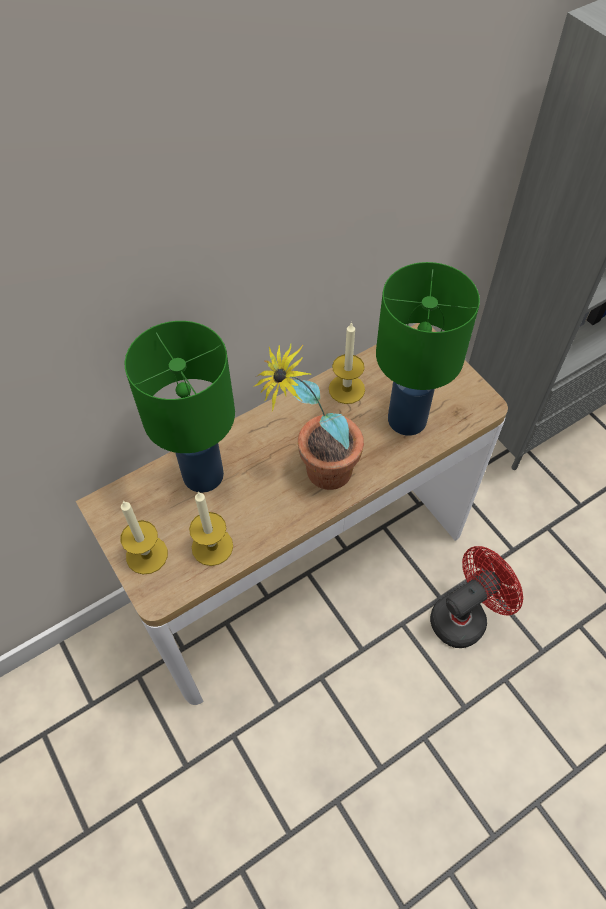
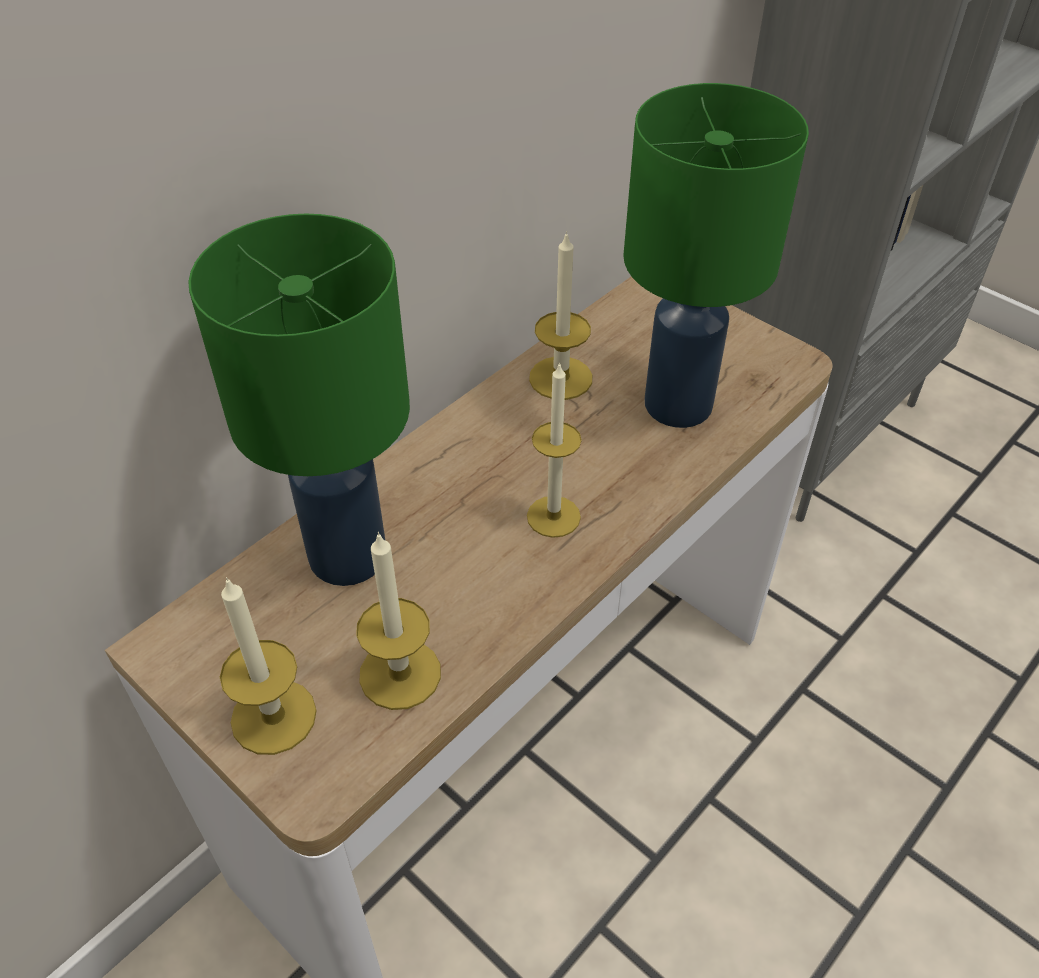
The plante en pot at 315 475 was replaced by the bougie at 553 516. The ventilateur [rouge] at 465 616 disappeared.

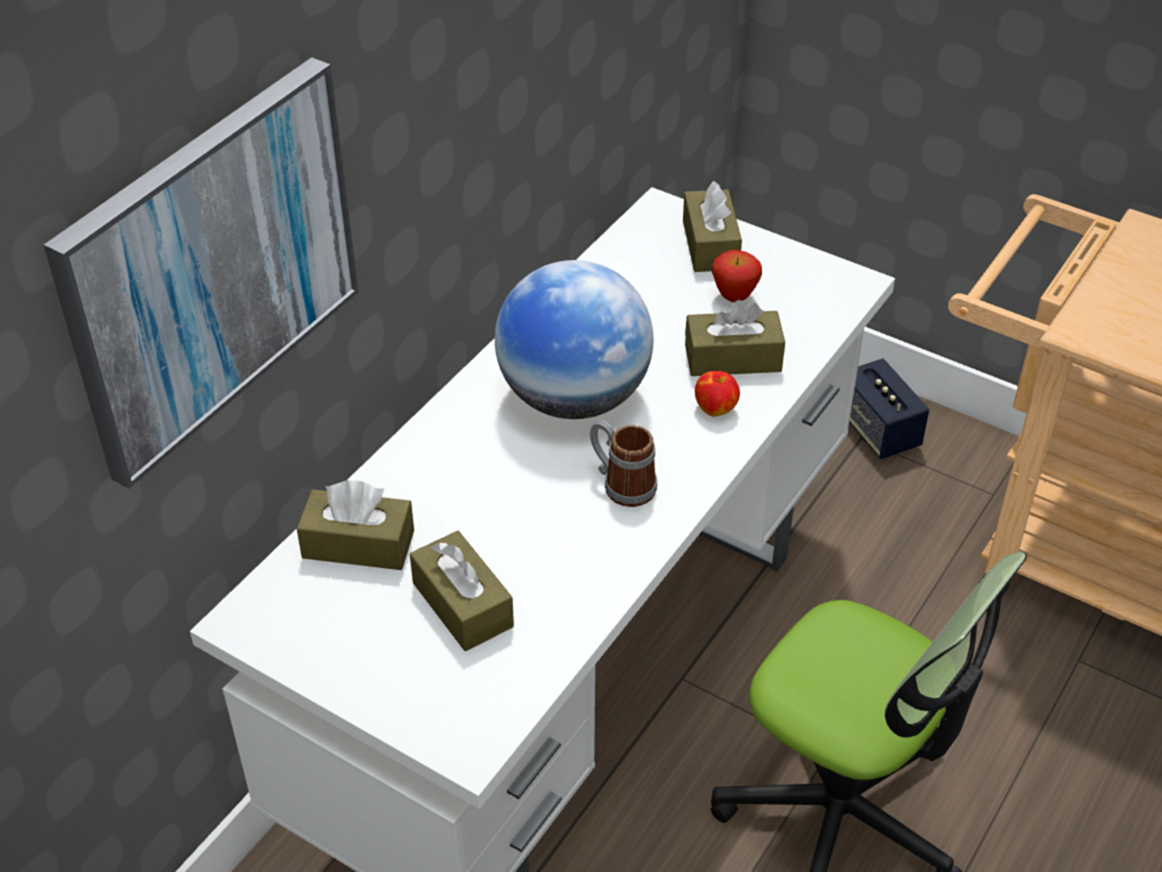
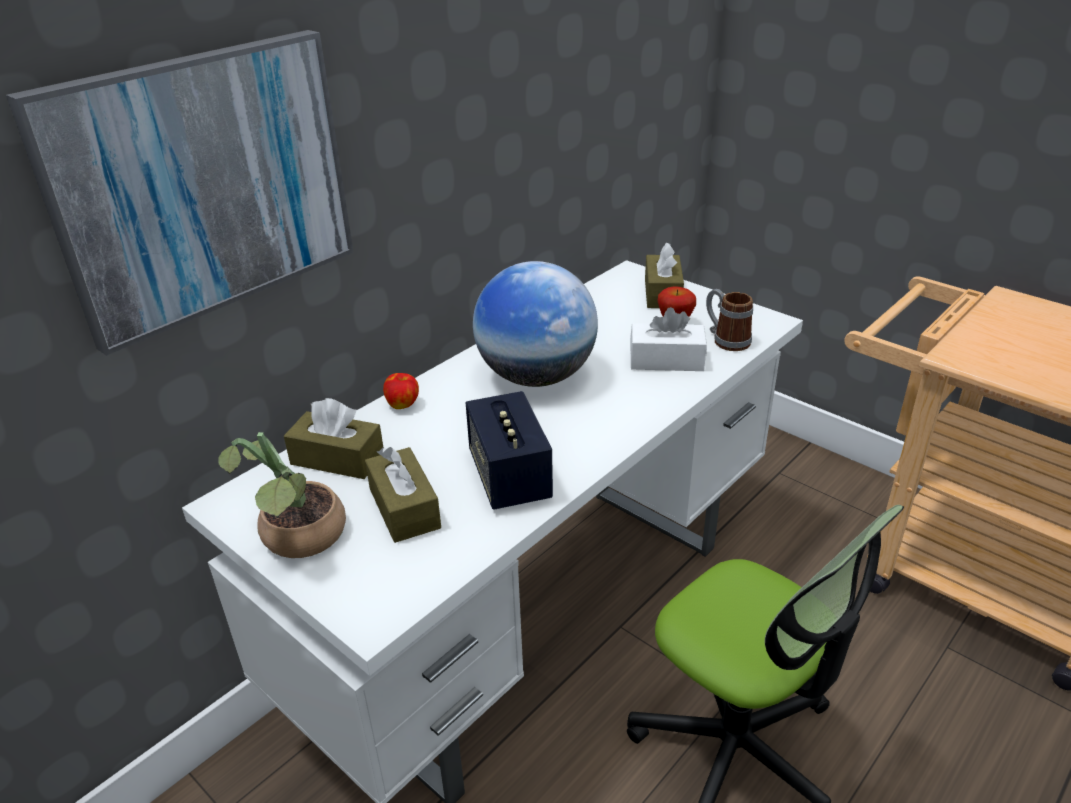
The plante en pot at 299 541 appeared. The pomme moved from 716 408 to 403 404. The enceinte moved from 878 430 to 509 477. The boîte à mouchoirs [marron] at 733 358 became the boîte à mouchoirs [blanc] at 666 360. The mug moved from 621 484 to 725 339.

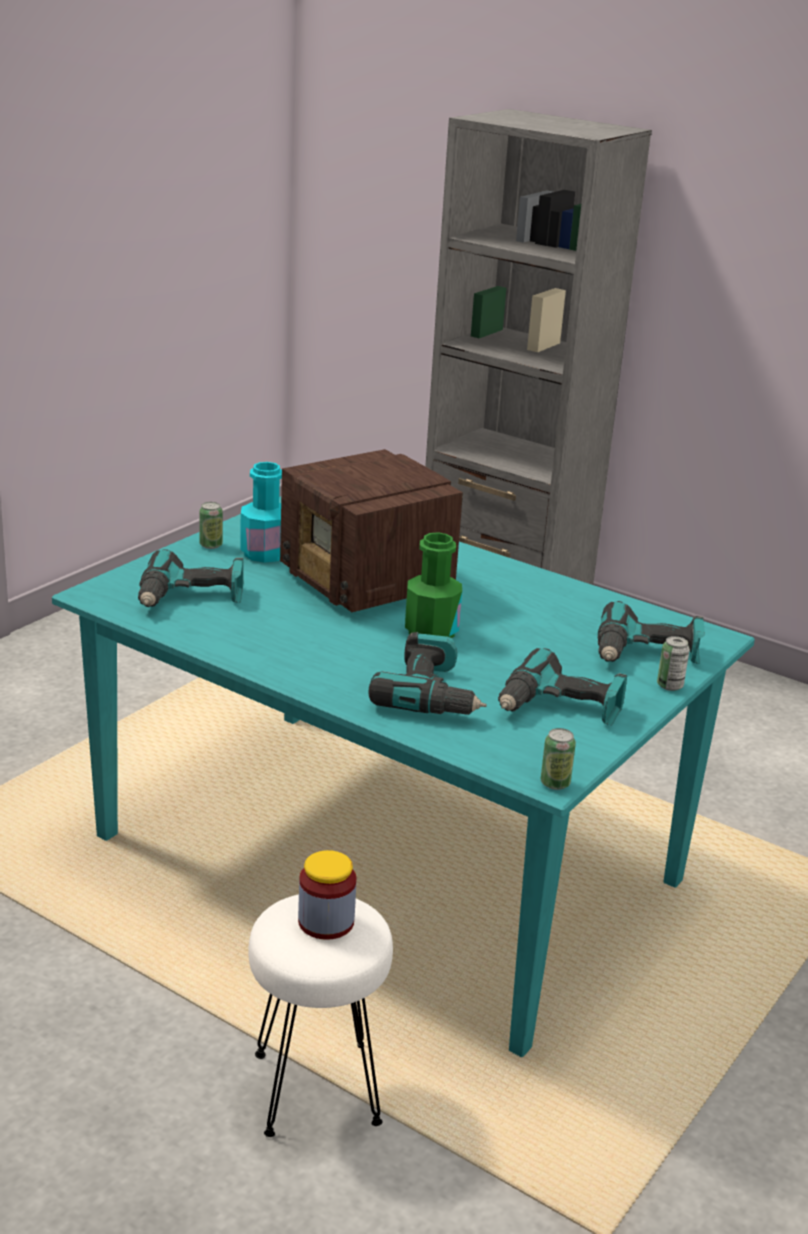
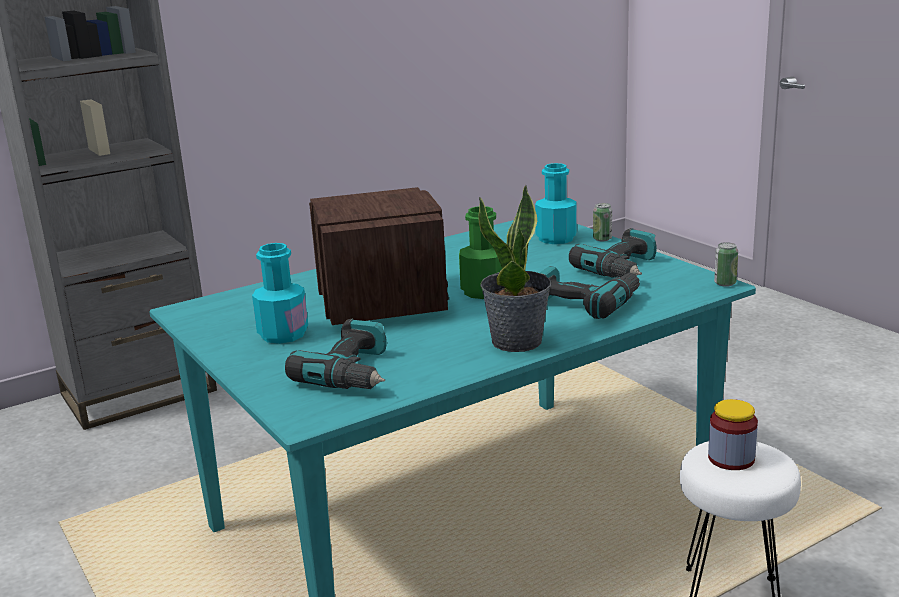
The radio at 367 584 turned 90 degrees counterclockwise. The plante en pot at 517 342 appeared. The perceuse at 647 654 was replaced by the bouteille [turquoise] at 556 238. The boîte métallique at 211 545 disappeared.

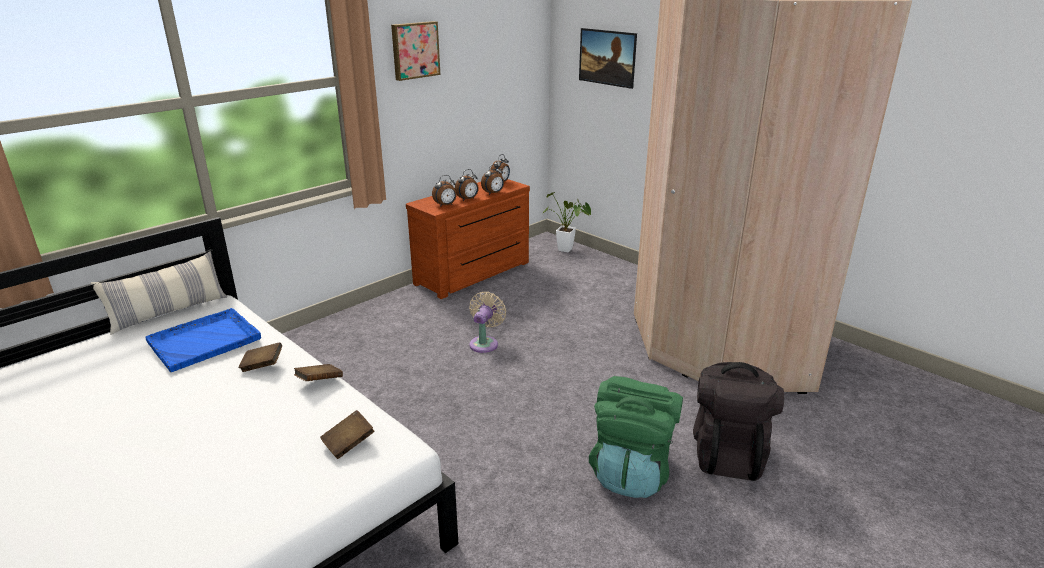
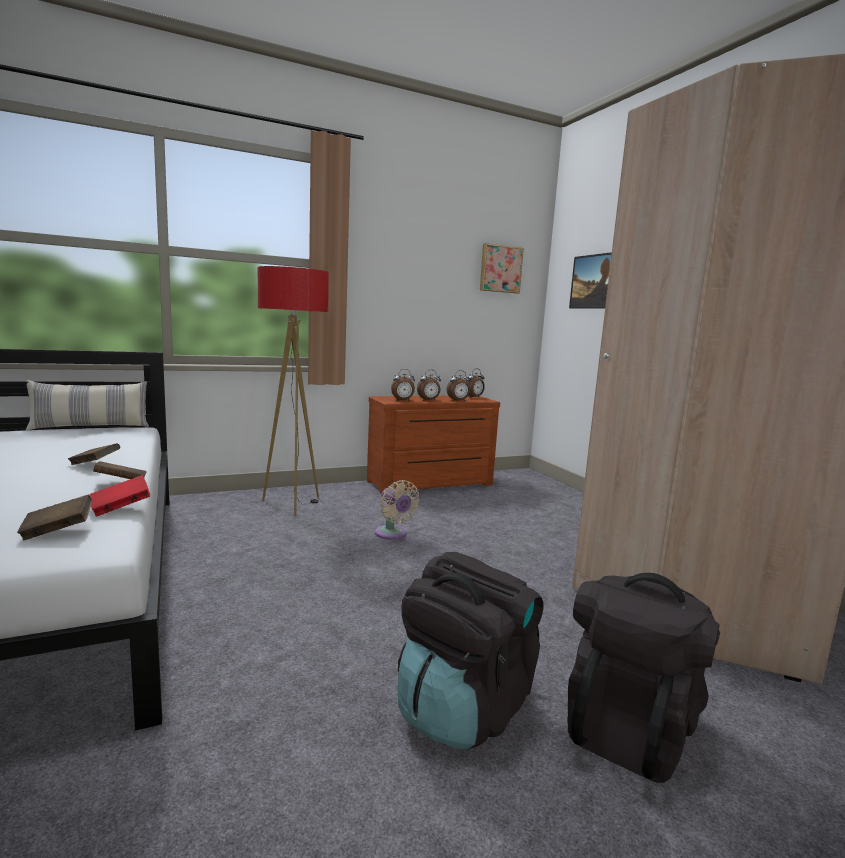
The livre [rouge] at 120 508 appeared. The lampadaire at 292 504 appeared. The ventilateur [beige] at 485 343 turned 105 degrees clockwise. The sac à dos [vert] at 631 471 became the sac à dos [noir] at 463 707. The tableau moved from 414 50 to 500 269. The plateau [bleu] at 205 340 disappeared. The plante en pot at 568 250 disappeared.

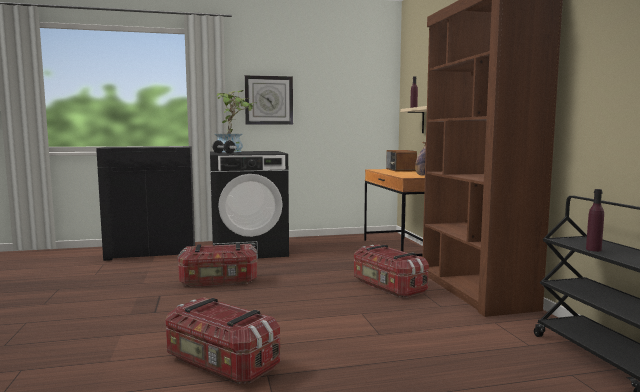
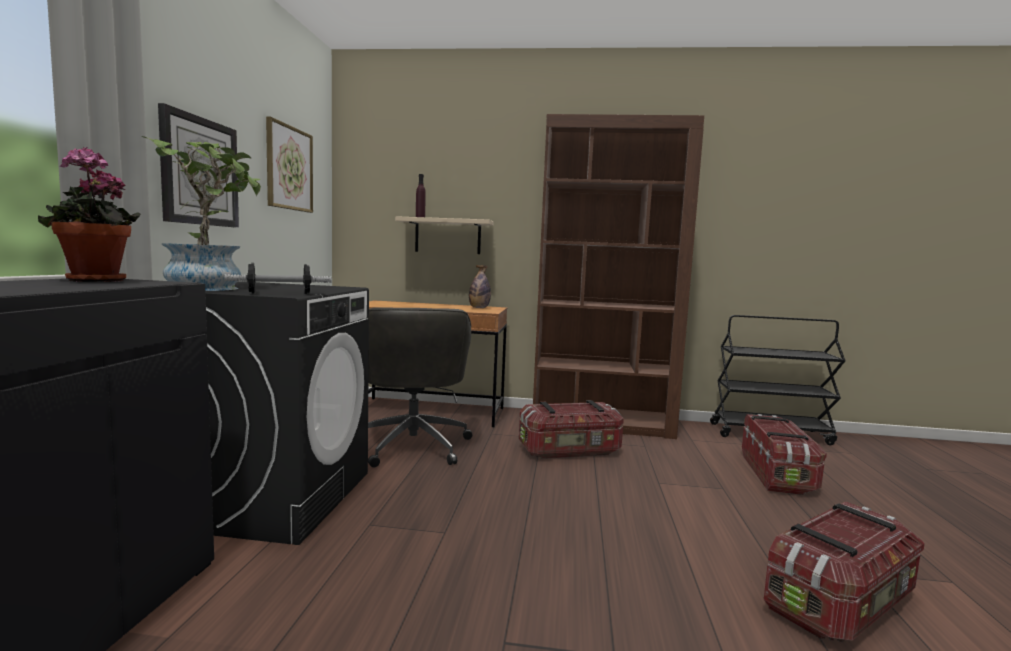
The plante en pot at 95 281 appeared. The tableau at 289 168 appeared. The chaise de bureau [gris] at 413 444 appeared. The boîte de rangement moved from 219 281 to 777 474. The radio at 400 170 disappeared. The bouteille [violet] at 593 249 disappeared.

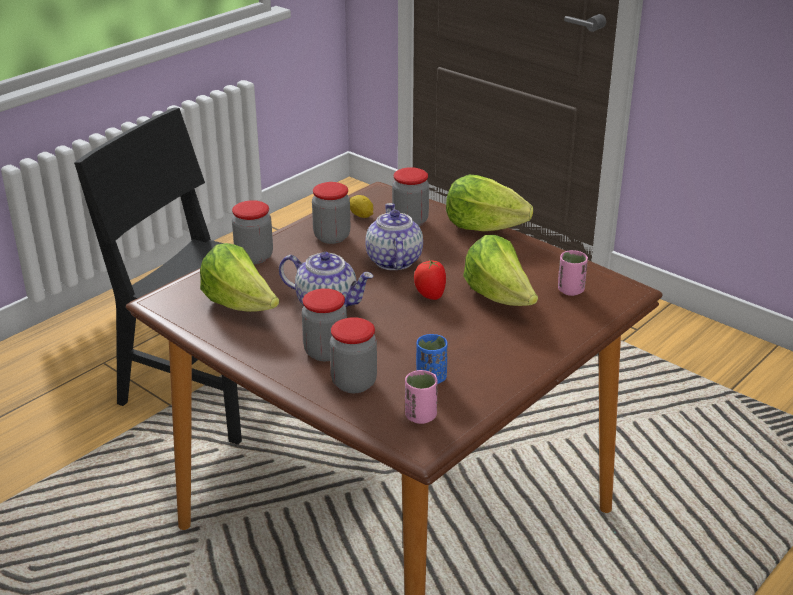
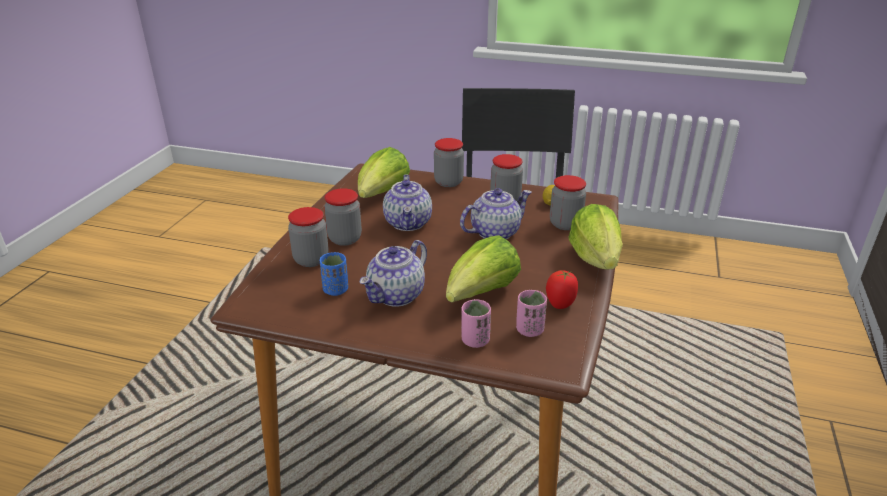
The théière at 396 296 appeared. The tasse [rose] moved from 420 416 to 475 340. The tomate moved from 429 296 to 560 304.

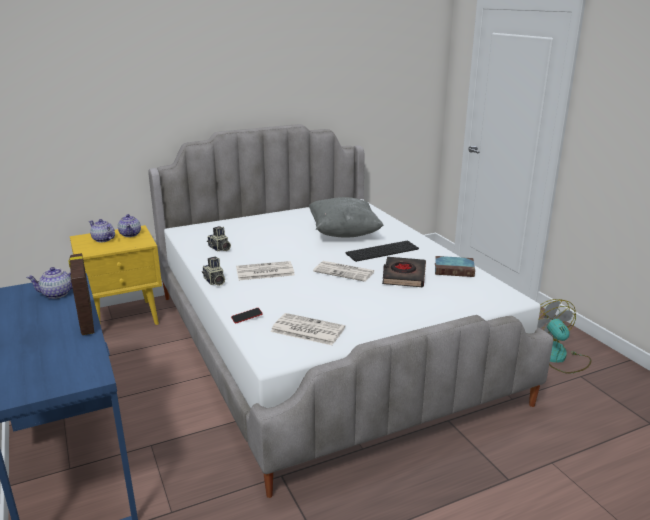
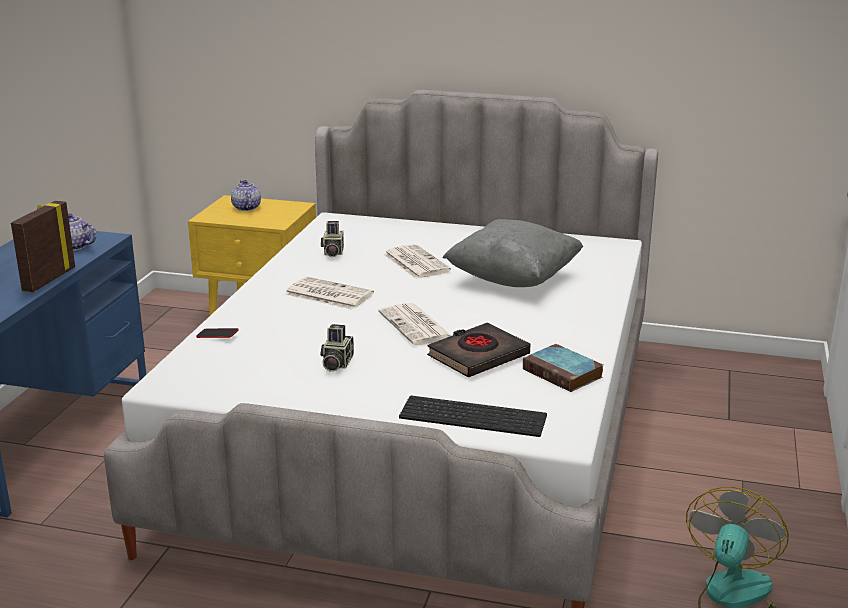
The appareil photo moved from 214 281 to 336 363. The journal moved from 306 330 to 415 262. The clavier moved from 382 250 to 475 415. The théière at 130 234 disappeared.

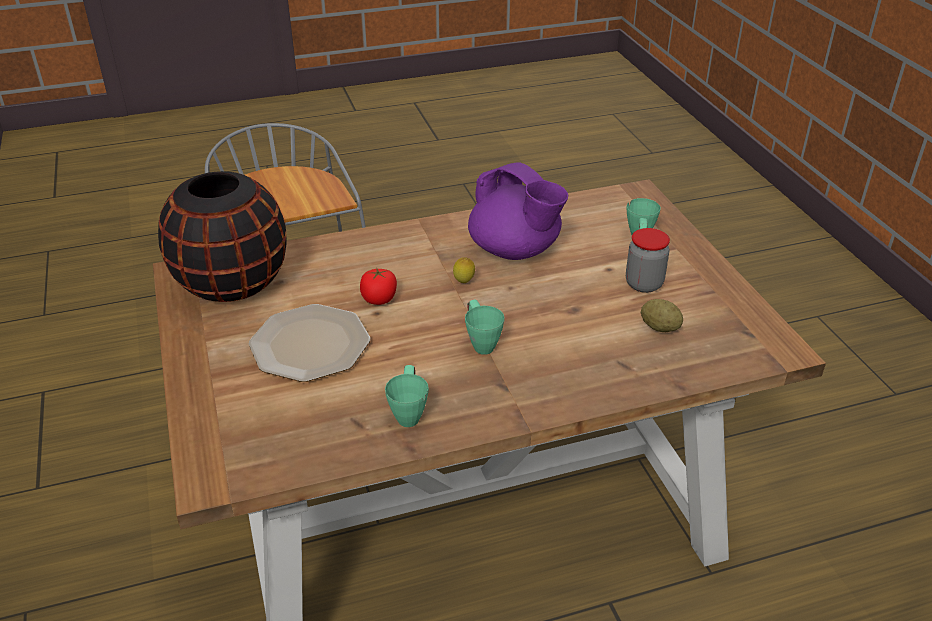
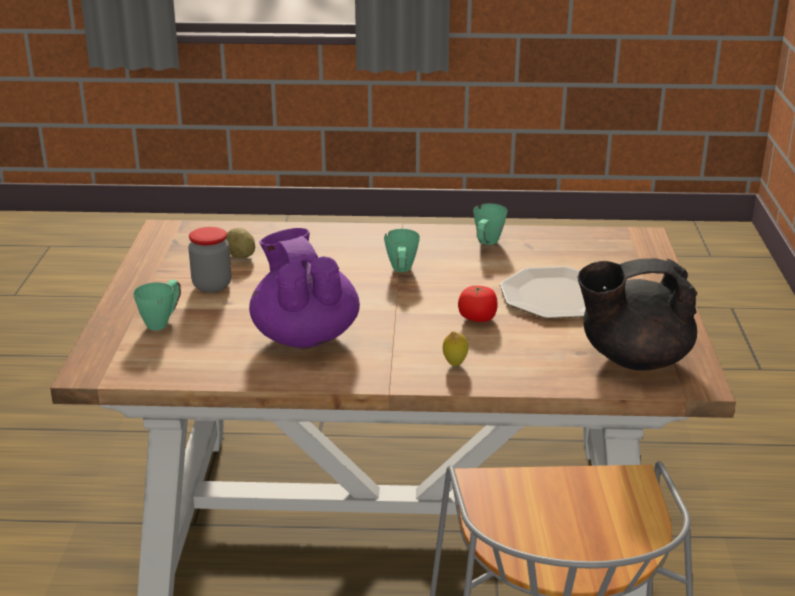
The citron moved from 464 282 to 455 363. The vase [noir] at 232 284 was replaced by the théière [noir] at 633 359.

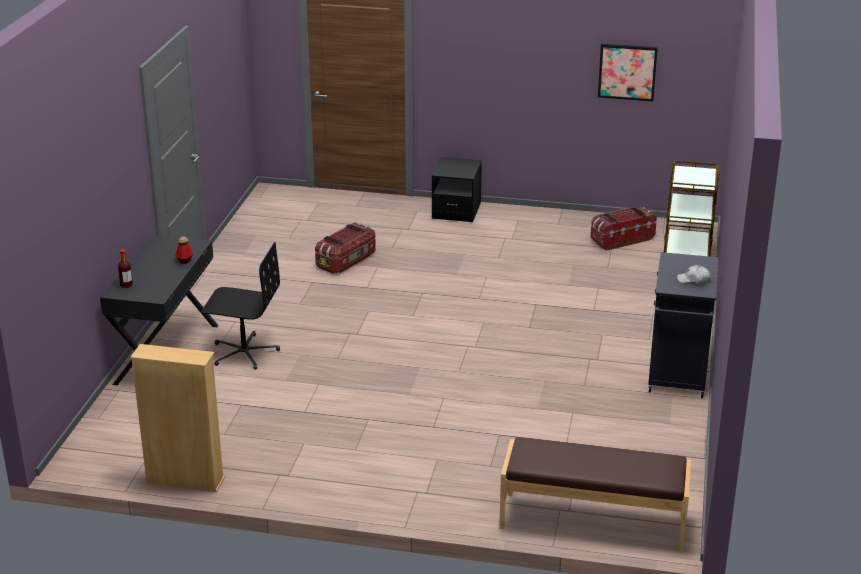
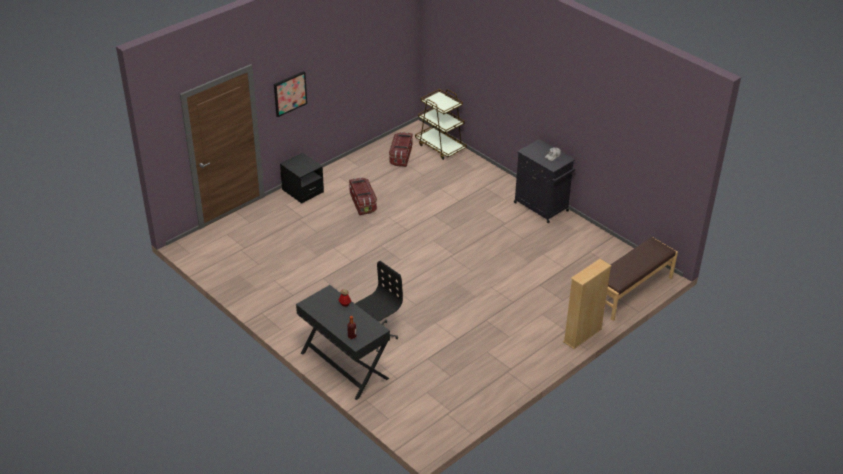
The tableau moved from 627 72 to 290 93. The boîte de rangement moved from 347 261 to 363 203. The bibliothèque [beige] moved from 185 480 to 582 335.

